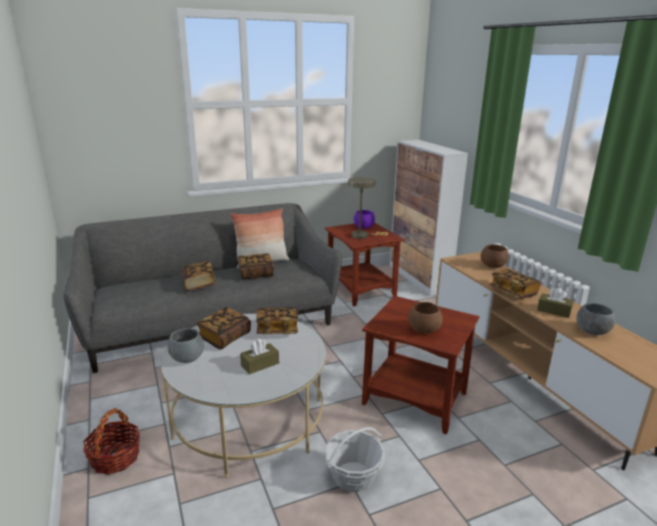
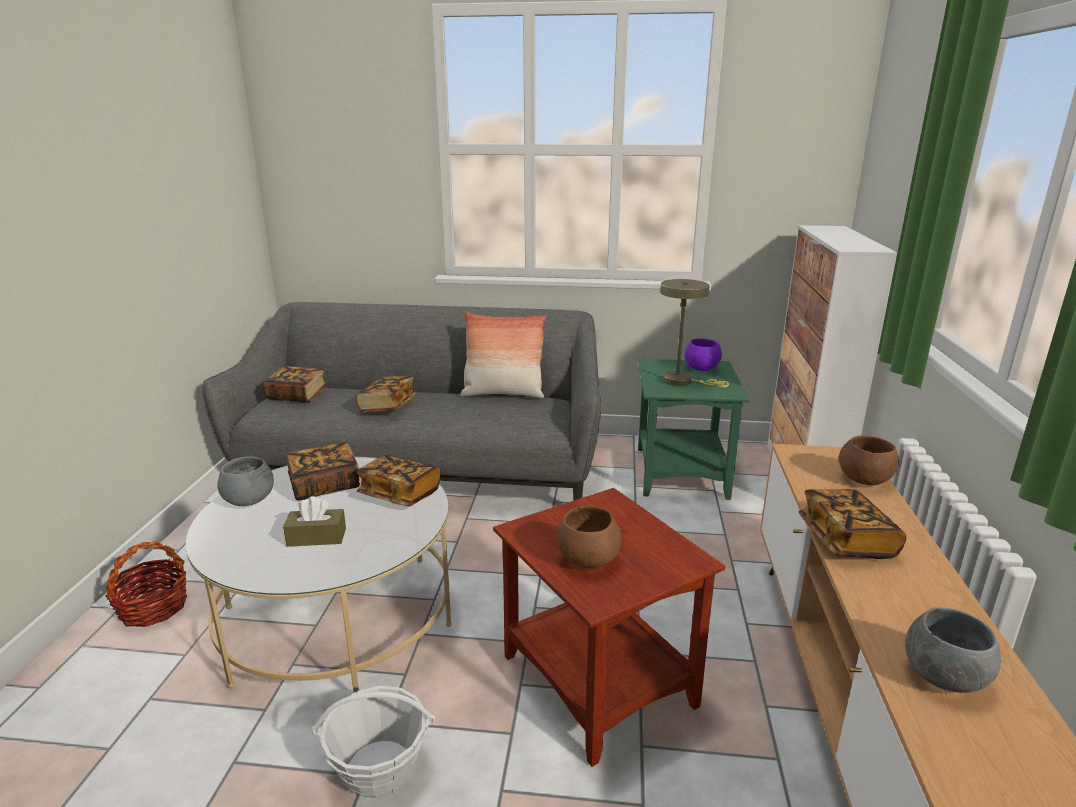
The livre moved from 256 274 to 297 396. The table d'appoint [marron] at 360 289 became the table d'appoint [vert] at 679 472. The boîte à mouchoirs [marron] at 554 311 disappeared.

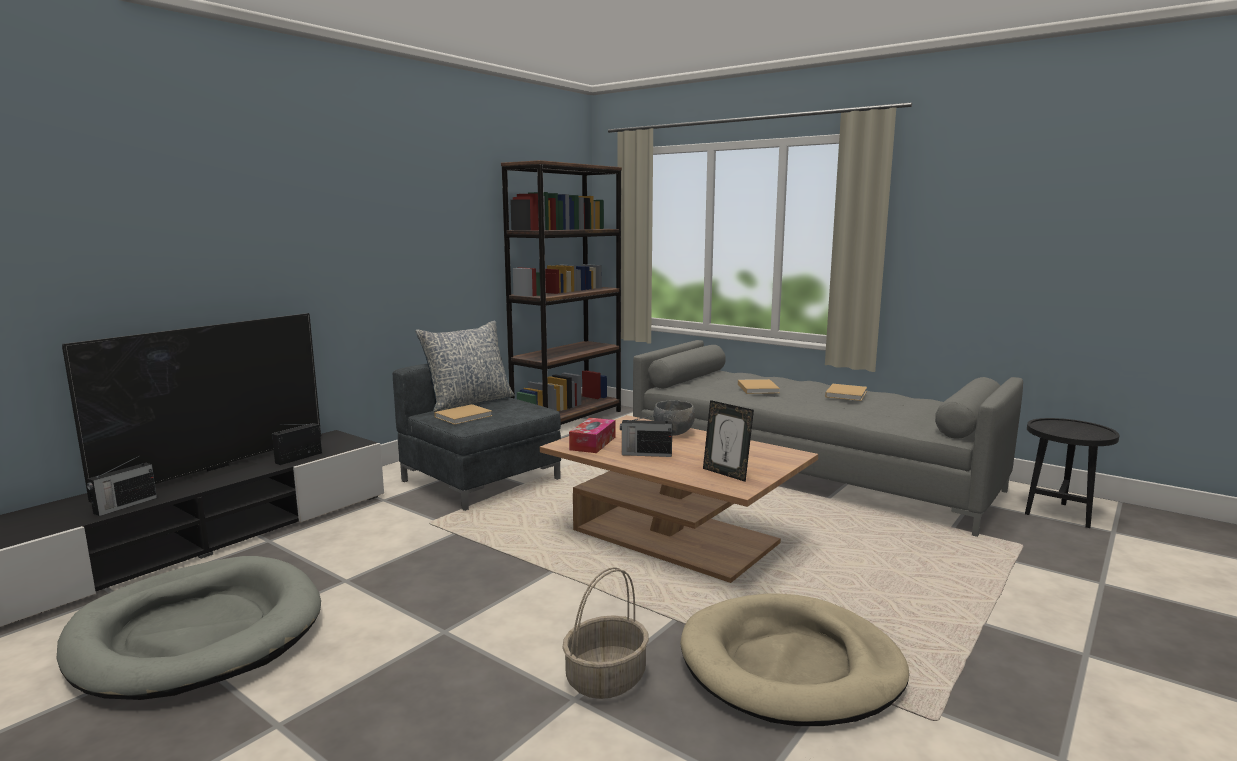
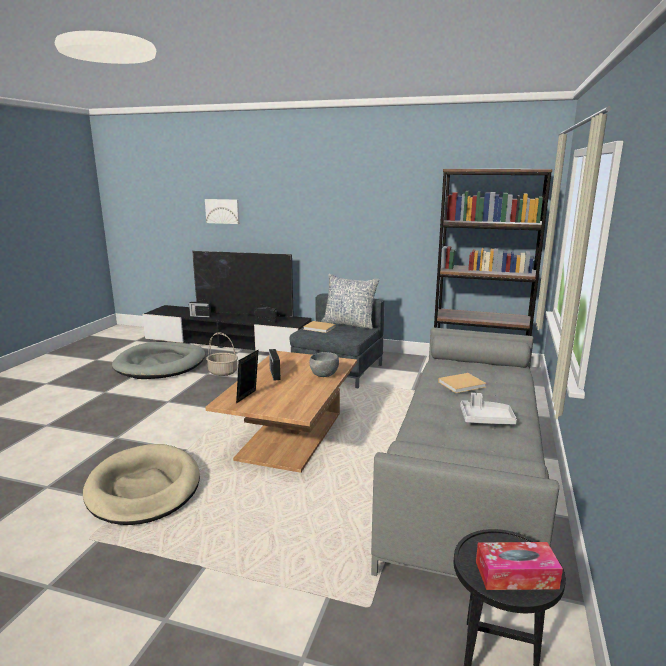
The tableau at 223 211 appeared. The panier moved from 606 678 to 223 372. The livre [beige] at 846 394 was replaced by the plateau [gris] at 486 419. The boîte à mouchoirs moved from 593 443 to 516 575.

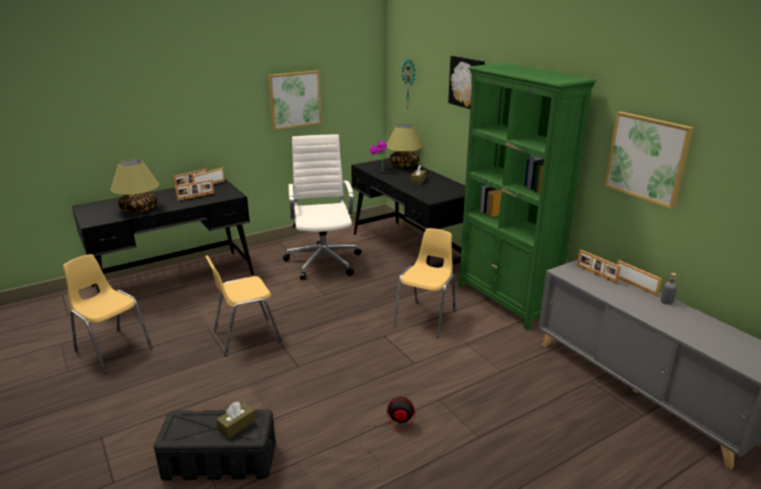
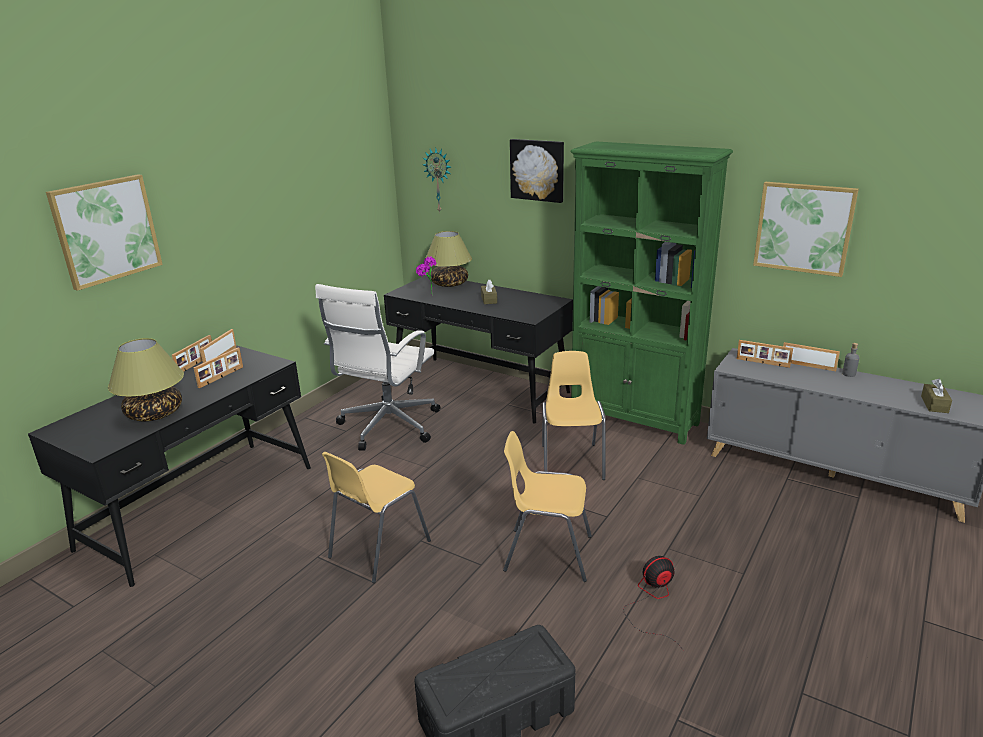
The tableau moved from 295 99 to 106 230. The chaise de bureau [blanc] at 323 261 turned 120 degrees counterclockwise. The chaise [jaune] moved from 113 350 to 547 553. The boîte à mouchoirs [marron] moved from 236 425 to 934 404.

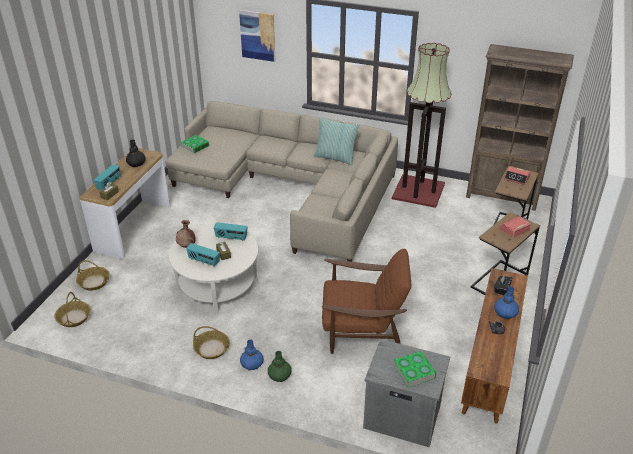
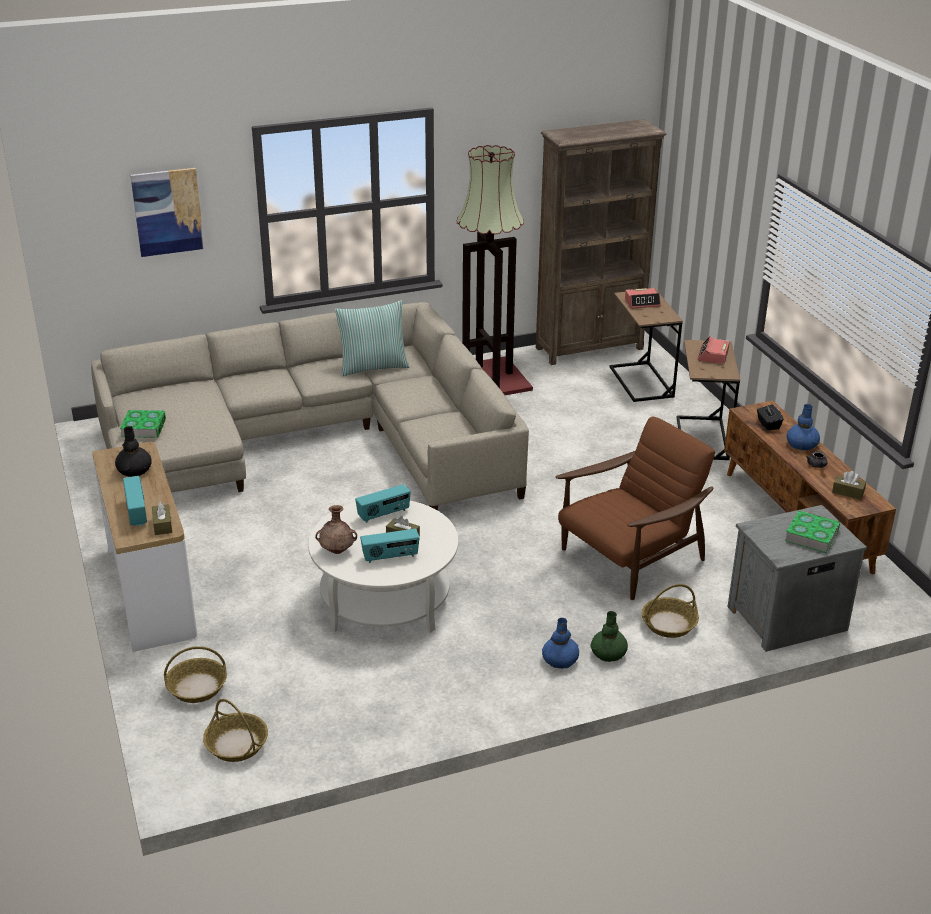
The panier moved from 211 349 to 668 624. The boîte à mouchoirs [marron] at 848 492 appeared.

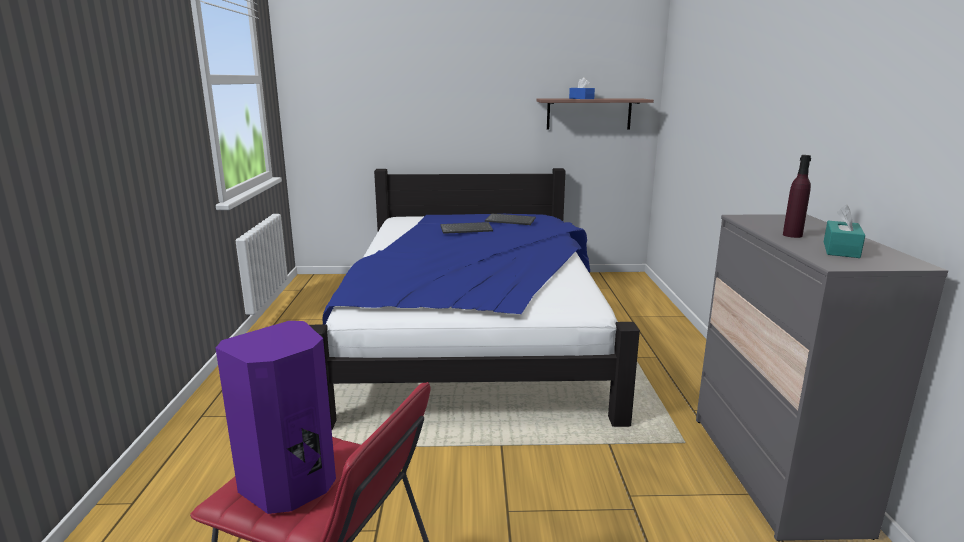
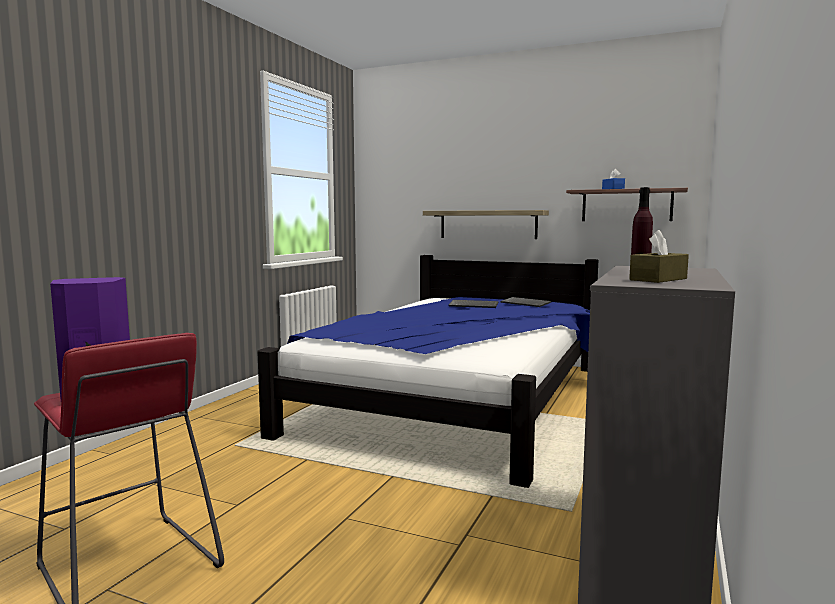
The étagère at 488 224 appeared. The boîte à mouchoirs [turquoise] at 841 249 became the boîte à mouchoirs [marron] at 658 279.

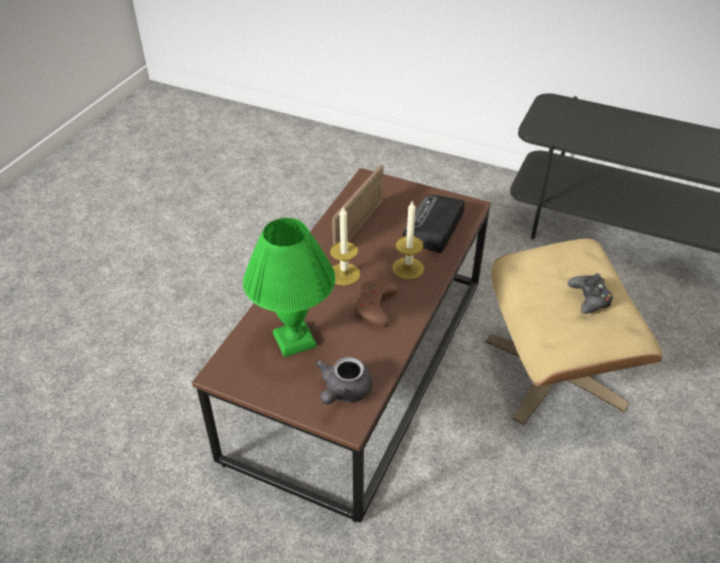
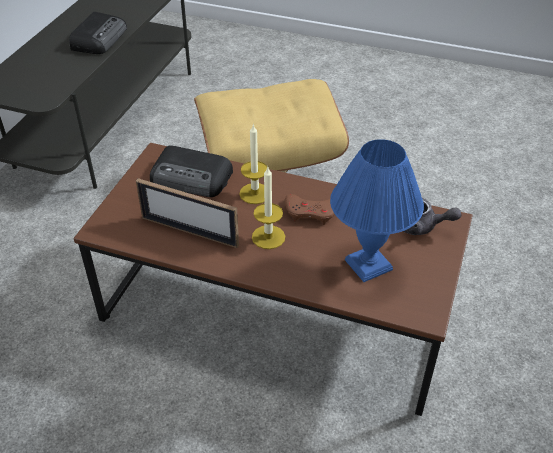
The radio at 99 38 appeared. The lampe de table [vert] at 295 339 became the lampe de table [bleu] at 367 264. The manette [noir] at 589 298 disappeared.

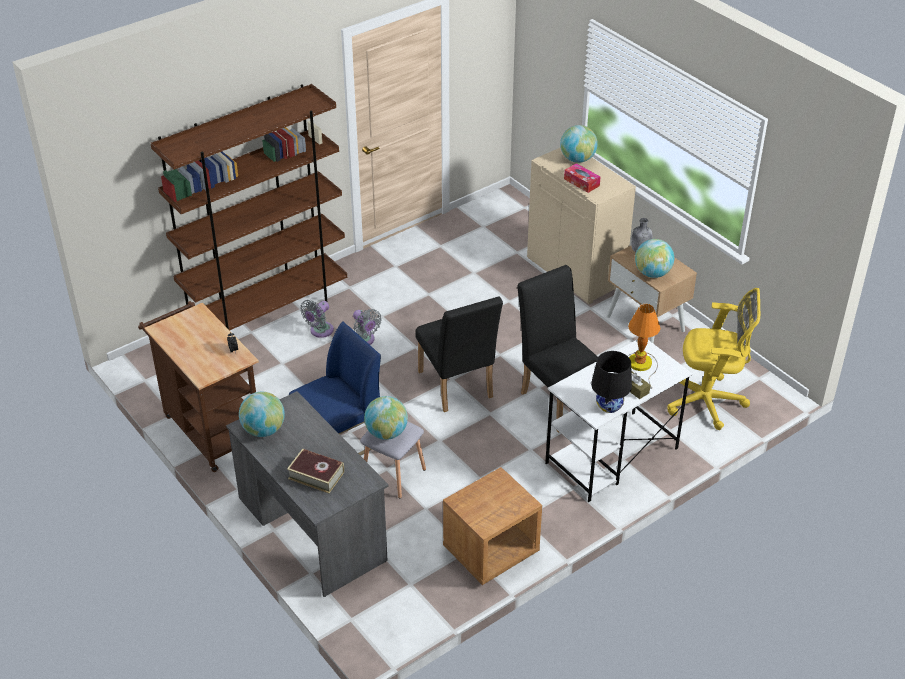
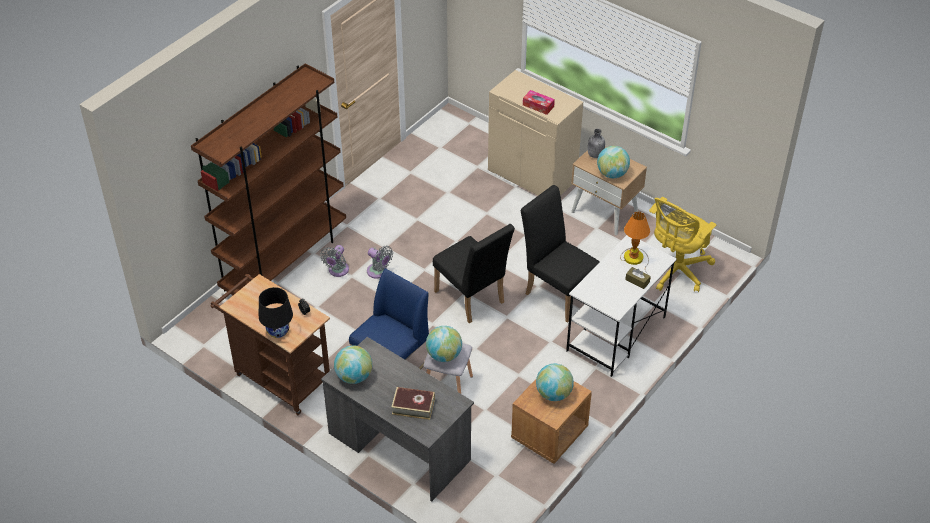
The lampe de table [noir] moved from 609 405 to 278 331. The globe moved from 577 159 to 553 394. The chaise de bureau [jaune] at 708 401 turned 135 degrees clockwise.

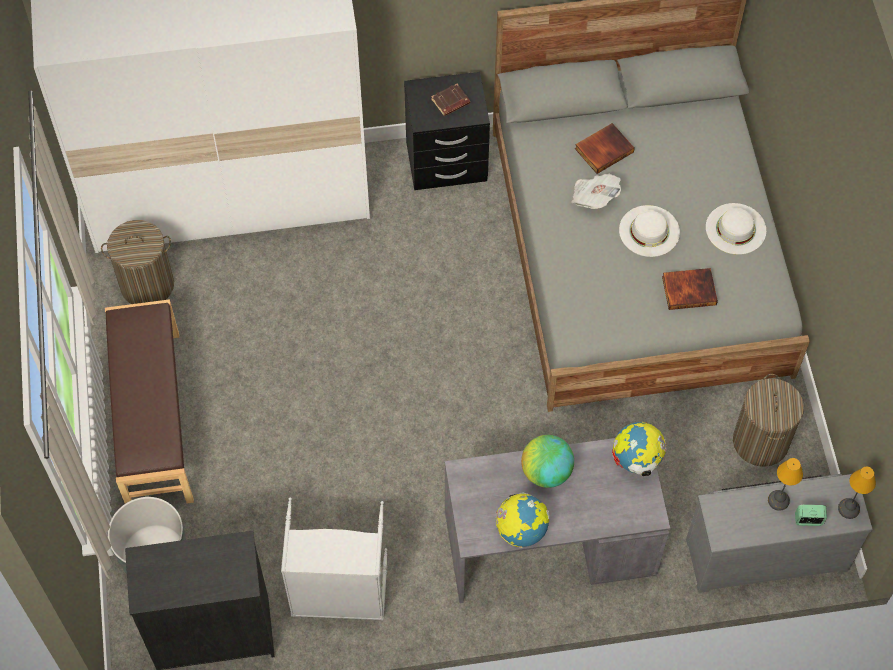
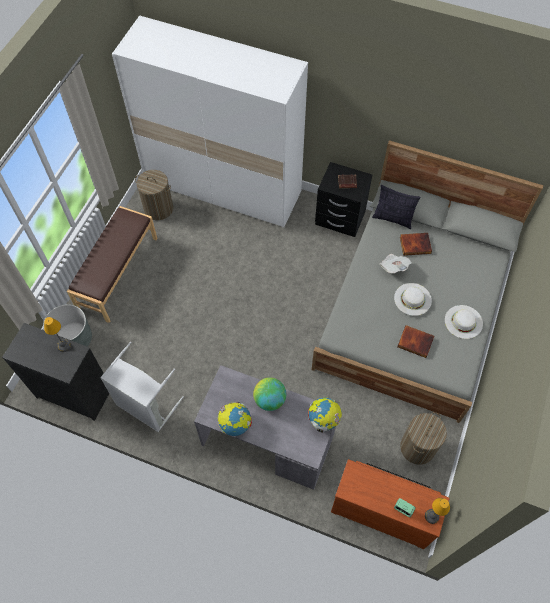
The lampe de table moved from 778 501 to 63 346. The commode [gris] at 765 551 became the commode [marron] at 382 510. The coussin at 393 219 appeared.

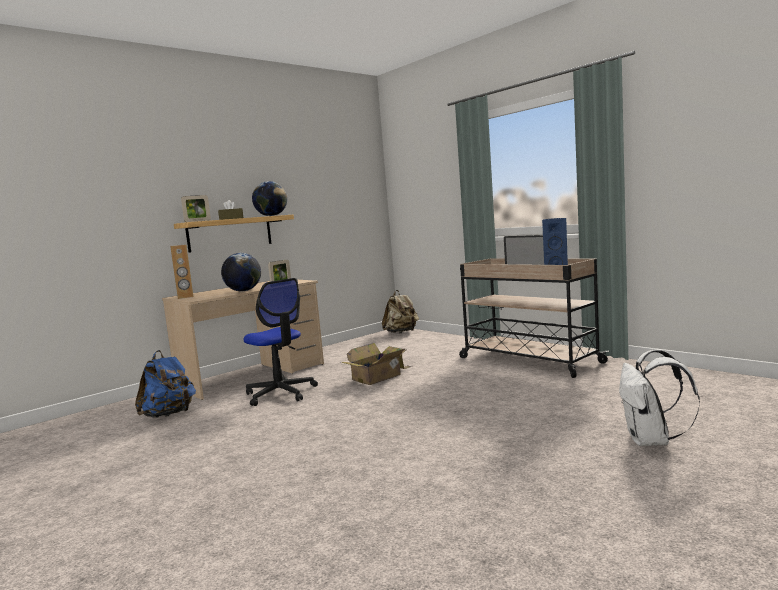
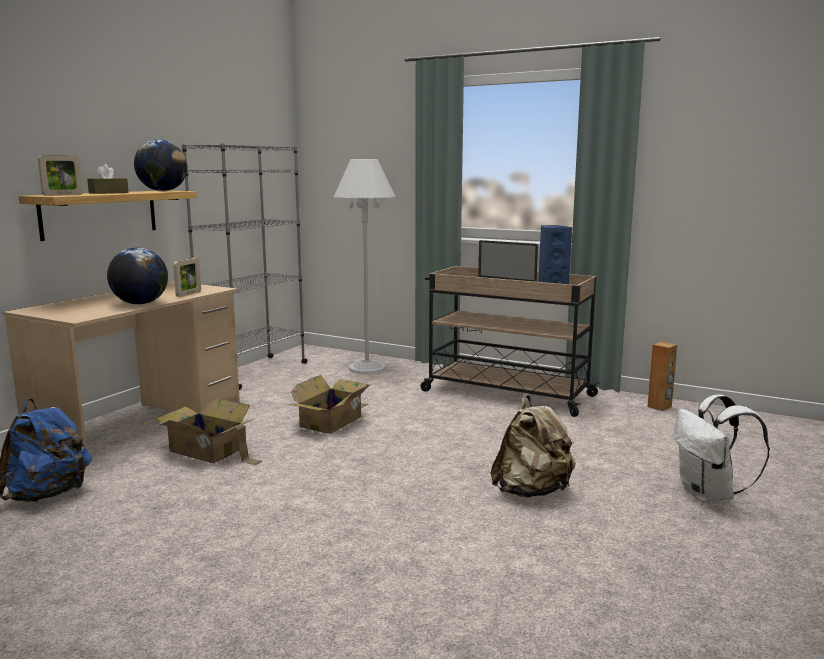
The chaise de bureau at 281 393 was replaced by the carton at 208 451. The bibliothèque [gris] at 254 372 appeared. The lampadaire [blanc] at 367 368 appeared. The sac à dos [beige] moved from 401 332 to 531 491. The enceinte [marron] moved from 185 297 to 659 407.

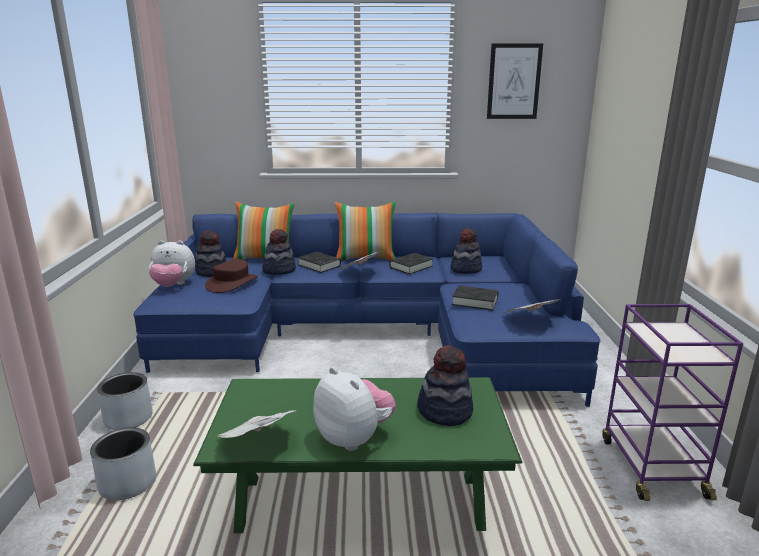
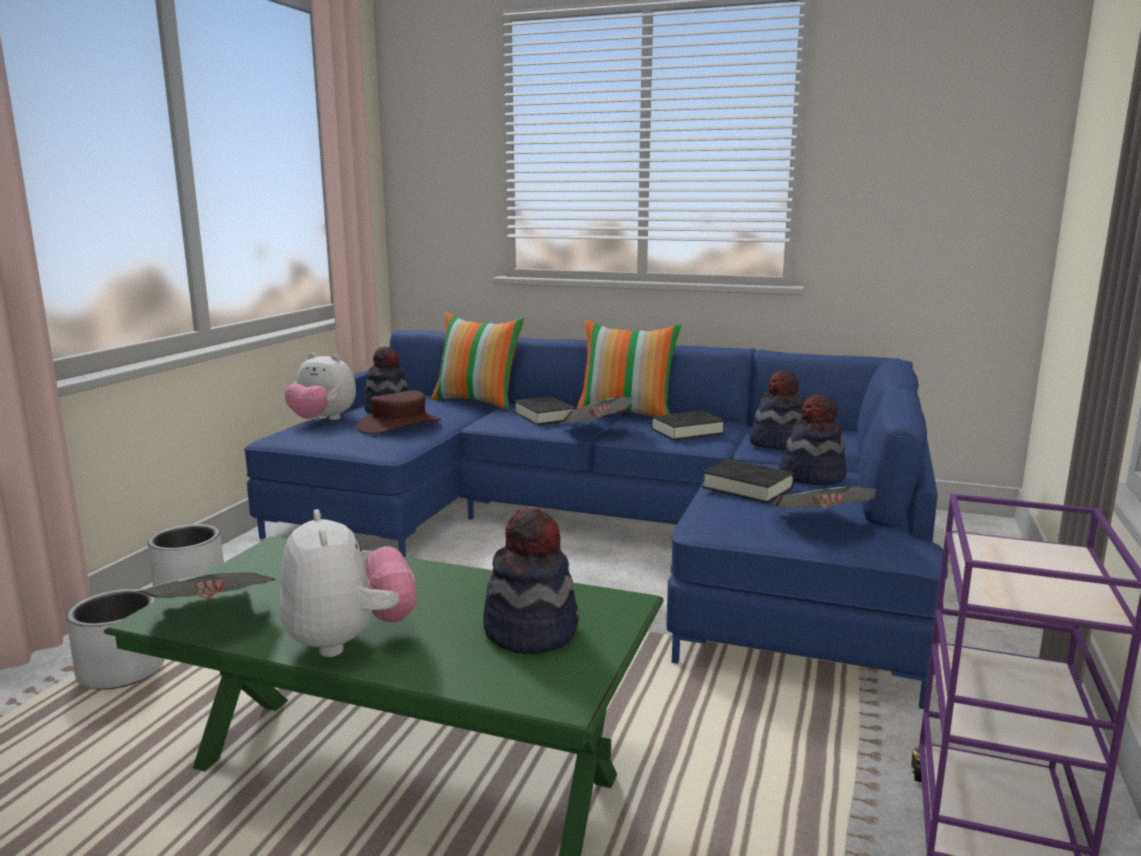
The chapeau moved from 279 270 to 811 476. The tableau at 514 81 disappeared.

